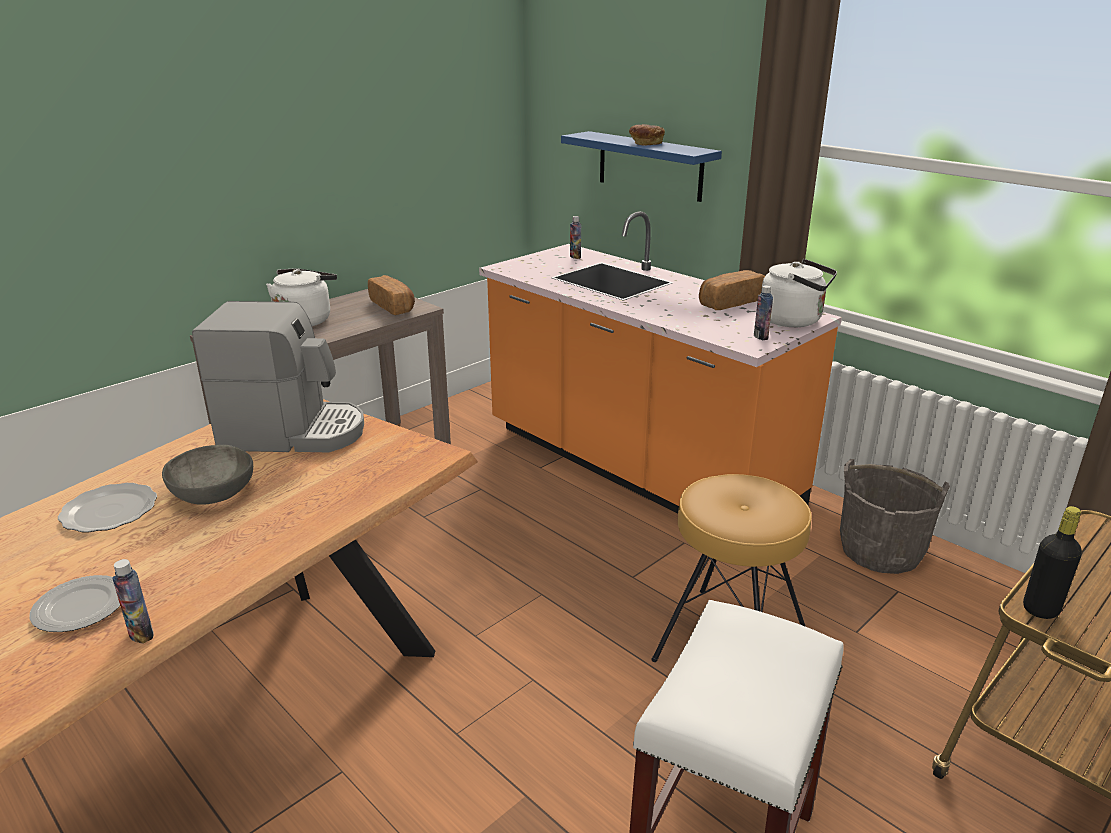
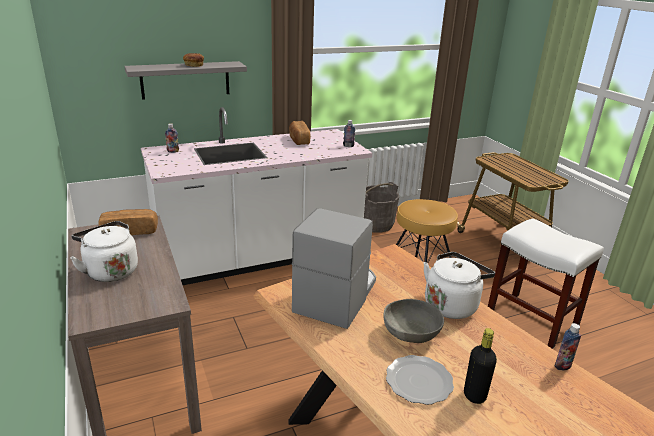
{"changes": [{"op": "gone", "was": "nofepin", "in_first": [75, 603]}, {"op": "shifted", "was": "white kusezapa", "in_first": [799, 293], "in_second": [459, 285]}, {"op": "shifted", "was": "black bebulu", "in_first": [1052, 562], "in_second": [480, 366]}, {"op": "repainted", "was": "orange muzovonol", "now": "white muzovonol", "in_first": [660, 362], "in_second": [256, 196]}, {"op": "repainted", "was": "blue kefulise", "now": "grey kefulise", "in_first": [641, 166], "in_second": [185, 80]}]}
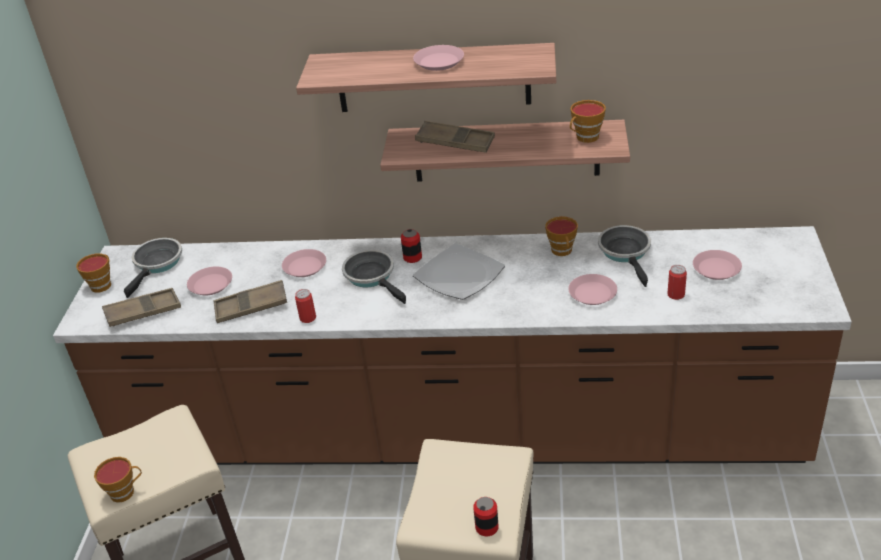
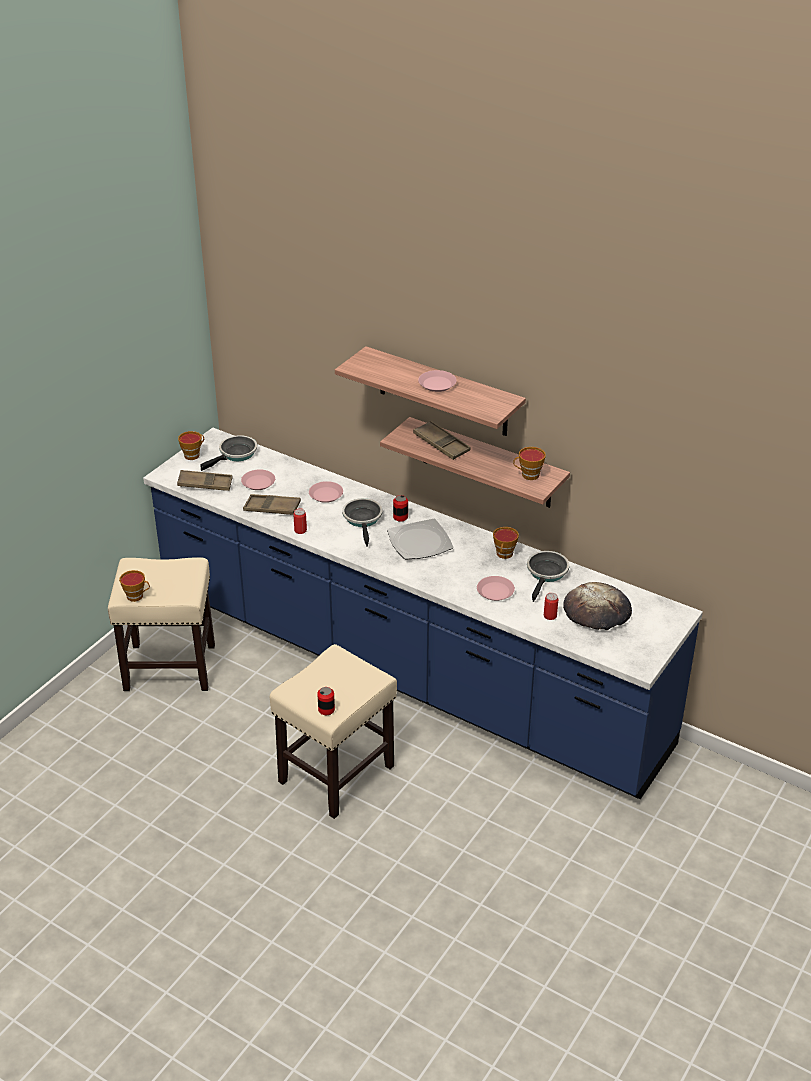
{"changes": [{"op": "swapped", "was": "pink nofepin", "now": "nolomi", "in_first": [717, 265], "in_second": [597, 606]}, {"op": "repainted", "was": "brown muzovonol", "now": "blue muzovonol", "in_first": [452, 345], "in_second": [423, 613]}]}
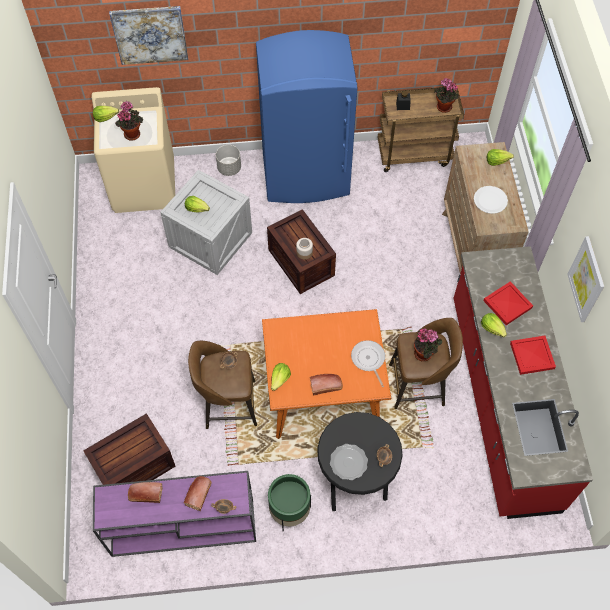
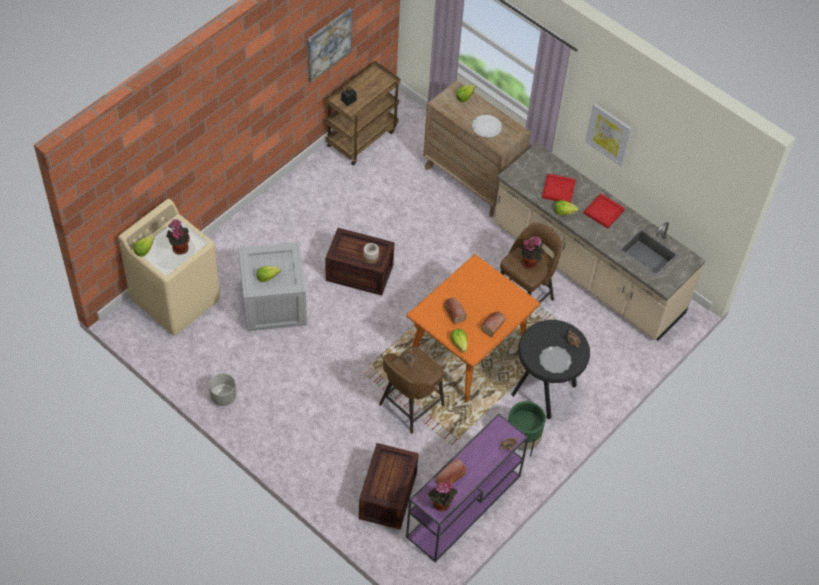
{"changes": [{"op": "gone", "was": "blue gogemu", "in_first": [307, 116]}, {"op": "gone", "was": "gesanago", "in_first": [368, 363]}, {"op": "shifted", "was": "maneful", "in_first": [148, 35], "in_second": [329, 45]}, {"op": "shifted", "was": "nolomi", "in_first": [198, 493], "in_second": [455, 311]}, {"op": "shifted", "was": "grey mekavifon", "in_first": [228, 160], "in_second": [223, 389]}, {"op": "shifted", "was": "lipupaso", "in_first": [446, 95], "in_second": [442, 496]}, {"op": "repainted", "was": "red muzovonol", "now": "beige muzovonol", "in_first": [523, 382], "in_second": [600, 241]}]}
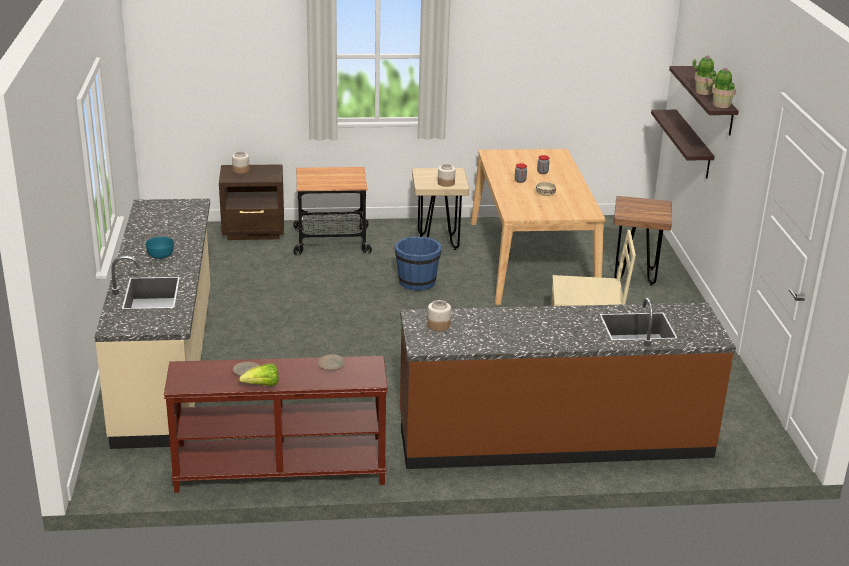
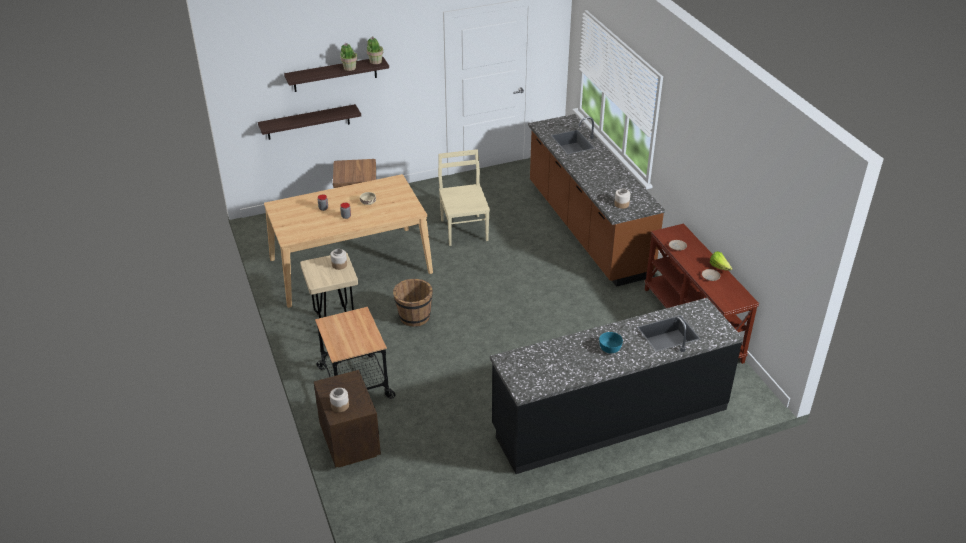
{"changes": [{"op": "repainted", "was": "beige muzovonol", "now": "black muzovonol", "in_first": [152, 324], "in_second": [617, 386]}, {"op": "repainted", "was": "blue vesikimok", "now": "brown vesikimok", "in_first": [418, 264], "in_second": [413, 303]}]}
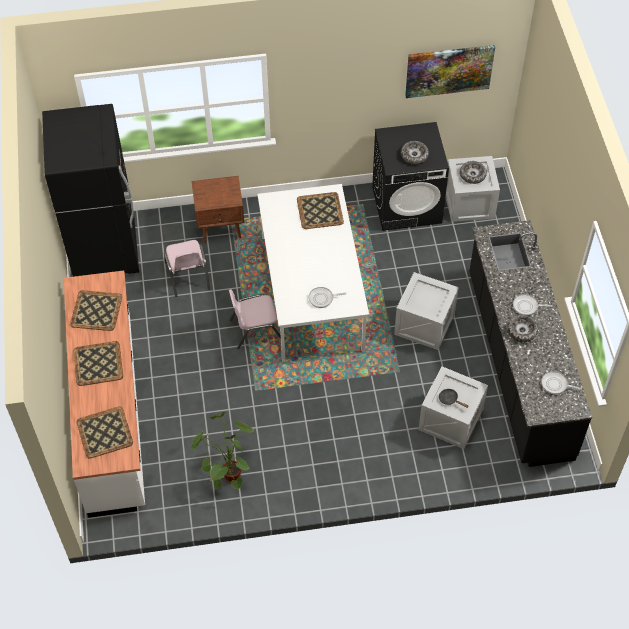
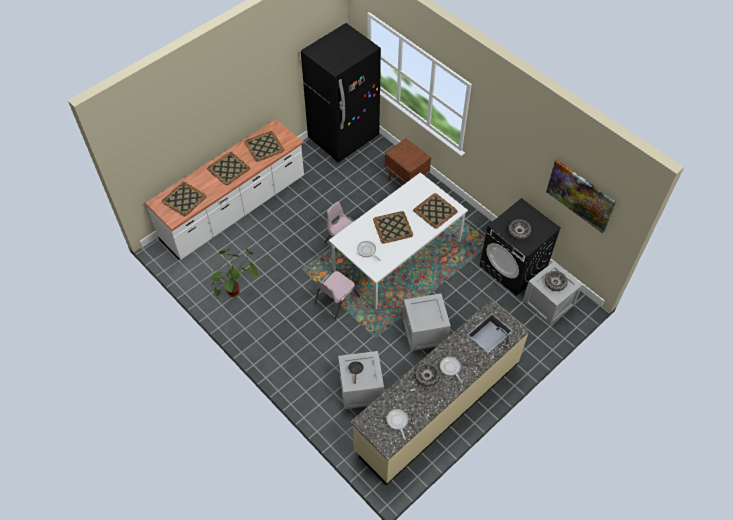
{"changes": [{"op": "new", "now": "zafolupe", "in_second": [393, 227]}, {"op": "shifted", "was": "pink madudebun", "in_first": [187, 268], "in_second": [337, 295]}, {"op": "repainted", "was": "black muzovonol", "now": "beige muzovonol", "in_first": [530, 343], "in_second": [439, 392]}]}
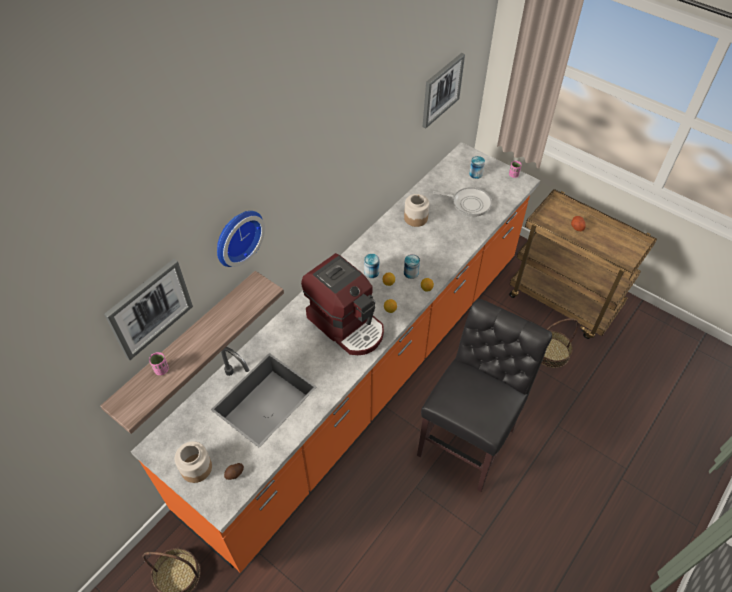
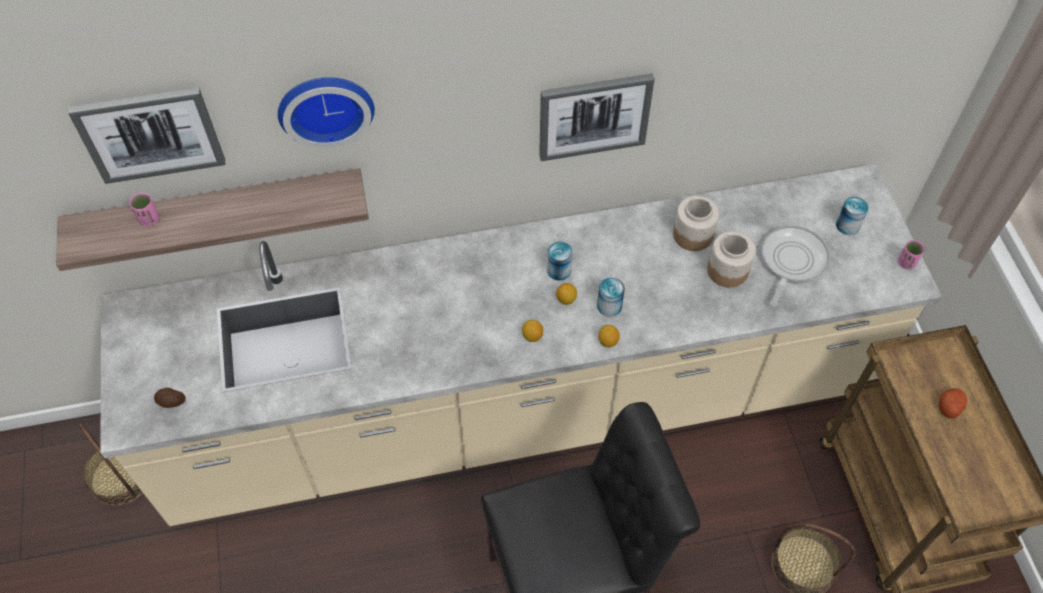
{"changes": [{"op": "gone", "was": "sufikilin", "in_first": [342, 304]}, {"op": "shifted", "was": "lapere", "in_first": [193, 462], "in_second": [731, 259]}, {"op": "shifted", "was": "maneful", "in_first": [444, 90], "in_second": [597, 117]}, {"op": "repainted", "was": "orange muzovonol", "now": "beige muzovonol", "in_first": [335, 357], "in_second": [521, 345]}, {"op": "rotated", "was": "gesanago", "in_first": [462, 202], "in_second": [795, 266], "clockwise": -120}]}
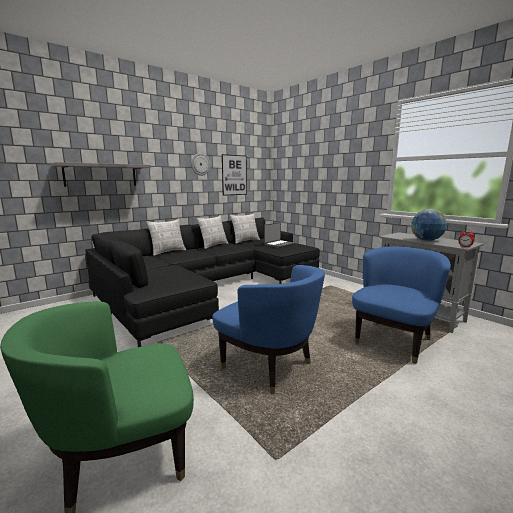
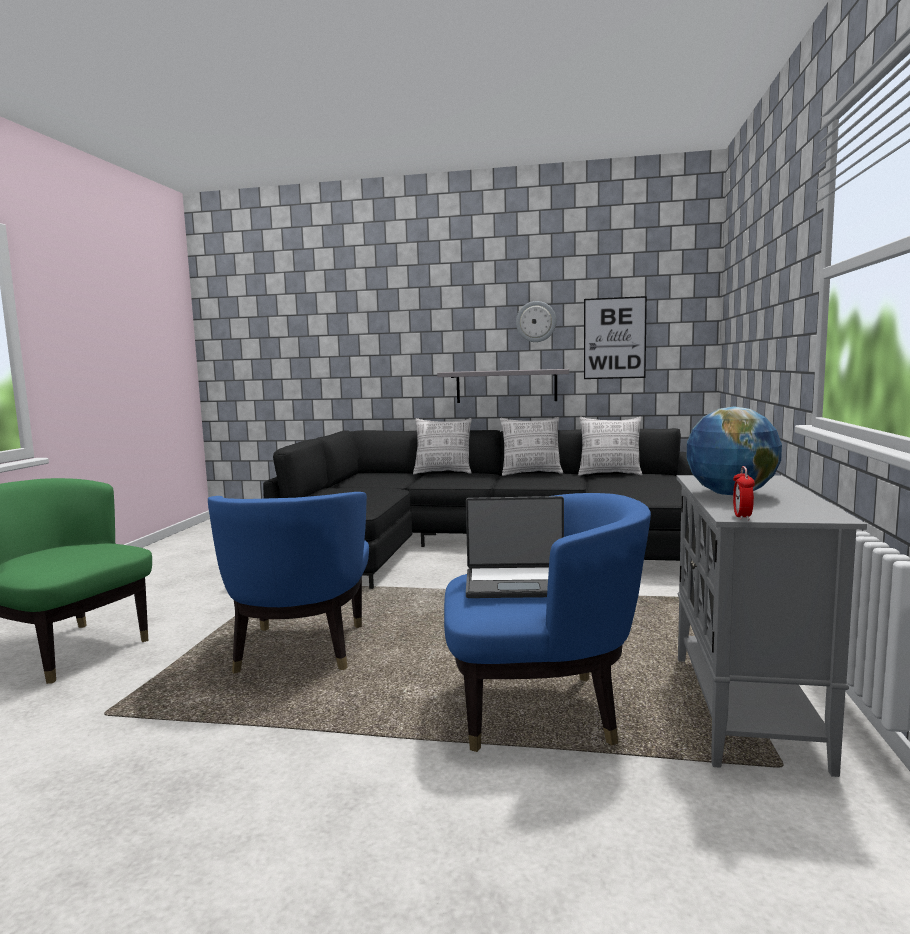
{"changes": [{"op": "shifted", "was": "grey kefulise", "in_first": [101, 174], "in_second": [503, 386]}, {"op": "shifted", "was": "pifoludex", "in_first": [279, 235], "in_second": [515, 547]}]}
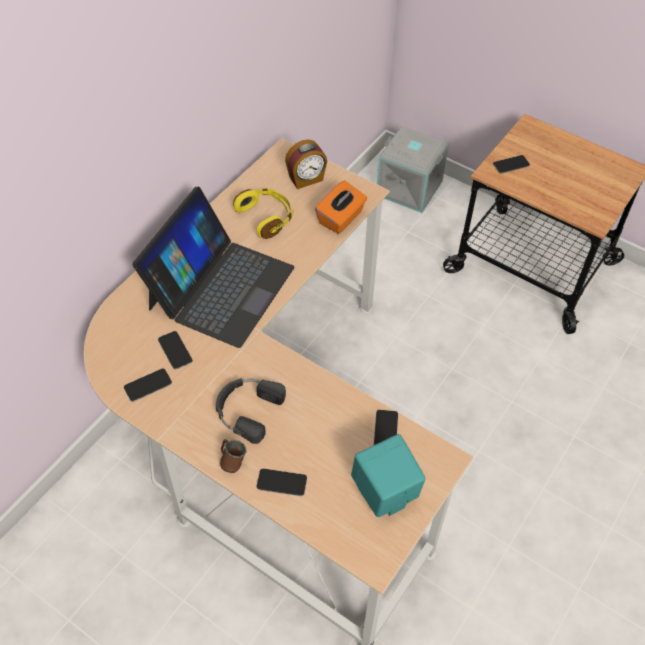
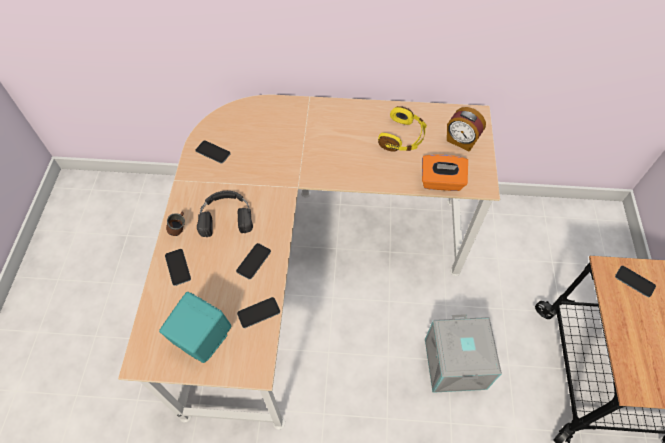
{"changes": [{"op": "gone", "was": "pifoludex", "in_first": [213, 267]}, {"op": "shifted", "was": "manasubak", "in_first": [175, 350], "in_second": [253, 261]}, {"op": "shifted", "was": "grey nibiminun", "in_first": [413, 169], "in_second": [463, 353]}]}
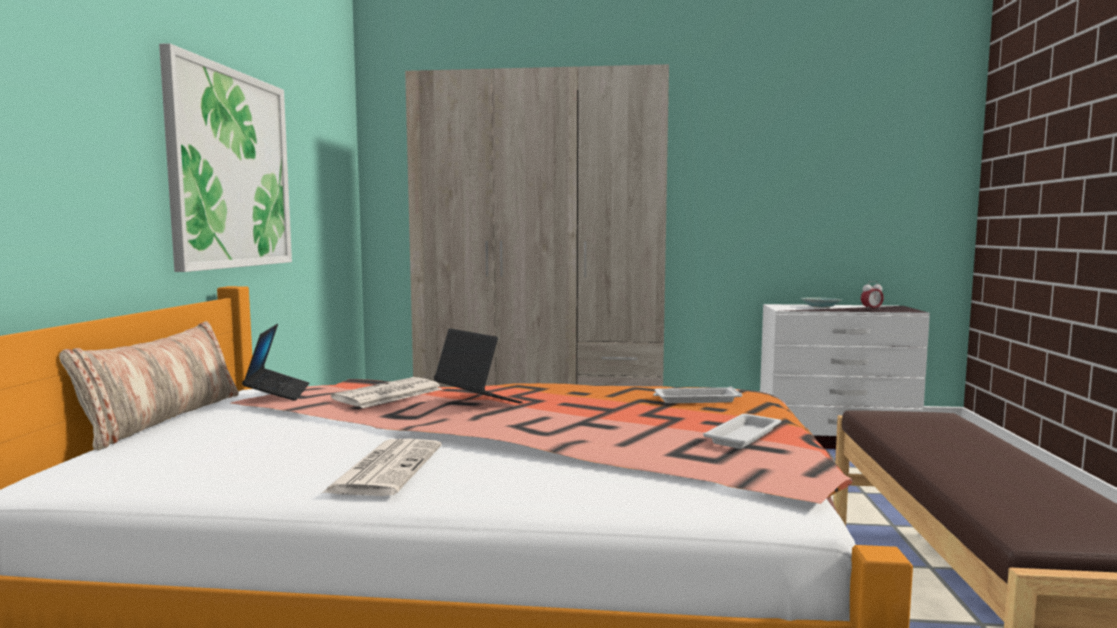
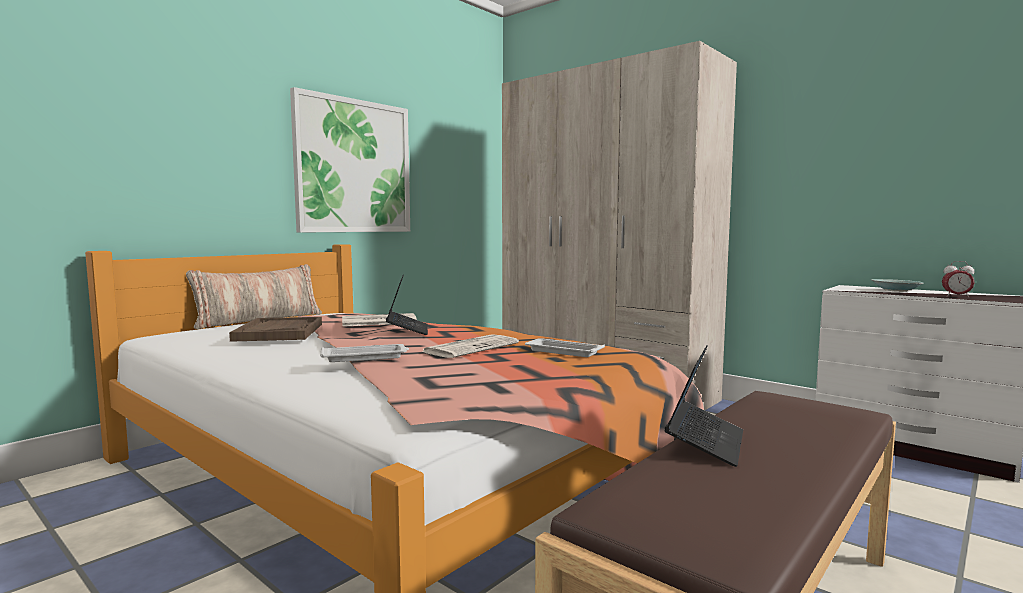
{"changes": [{"op": "new", "now": "brown zafolupe", "in_second": [275, 329]}, {"op": "shifted", "was": "pifoludex", "in_first": [275, 362], "in_second": [703, 406]}, {"op": "shifted", "was": "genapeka", "in_first": [382, 467], "in_second": [470, 346]}, {"op": "shifted", "was": "white zafolupe", "in_first": [742, 431], "in_second": [364, 353]}]}
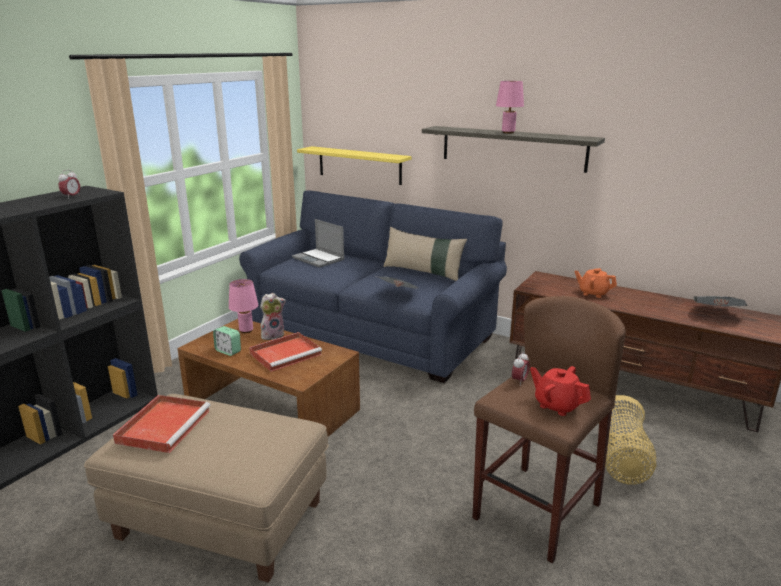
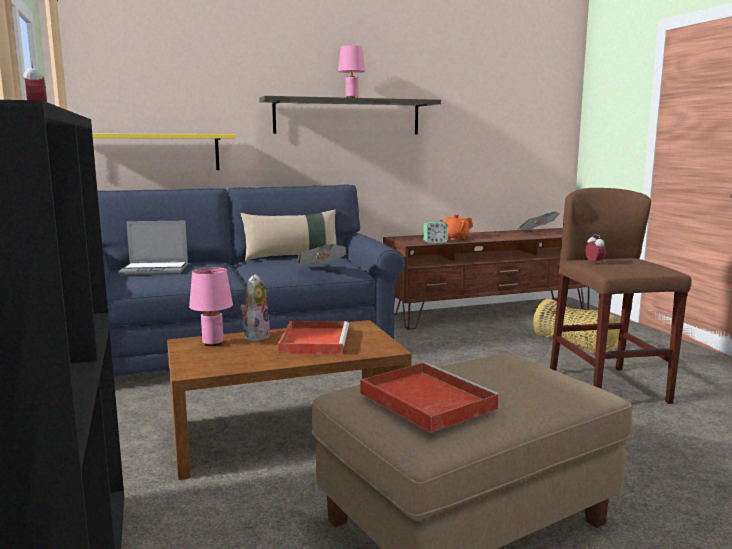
{"changes": [{"op": "gone", "was": "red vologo", "in_first": [560, 391]}, {"op": "shifted", "was": "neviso", "in_first": [227, 341], "in_second": [435, 232]}]}
